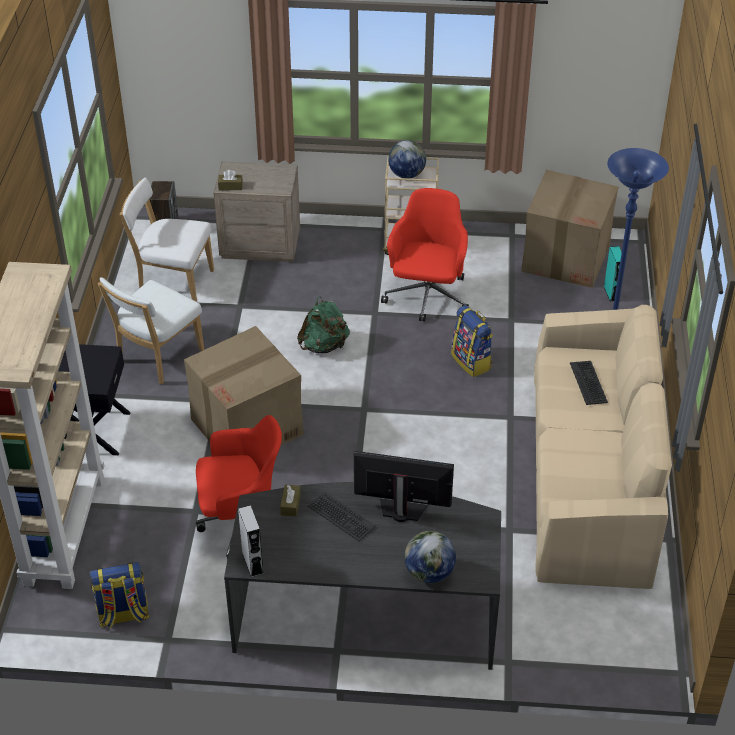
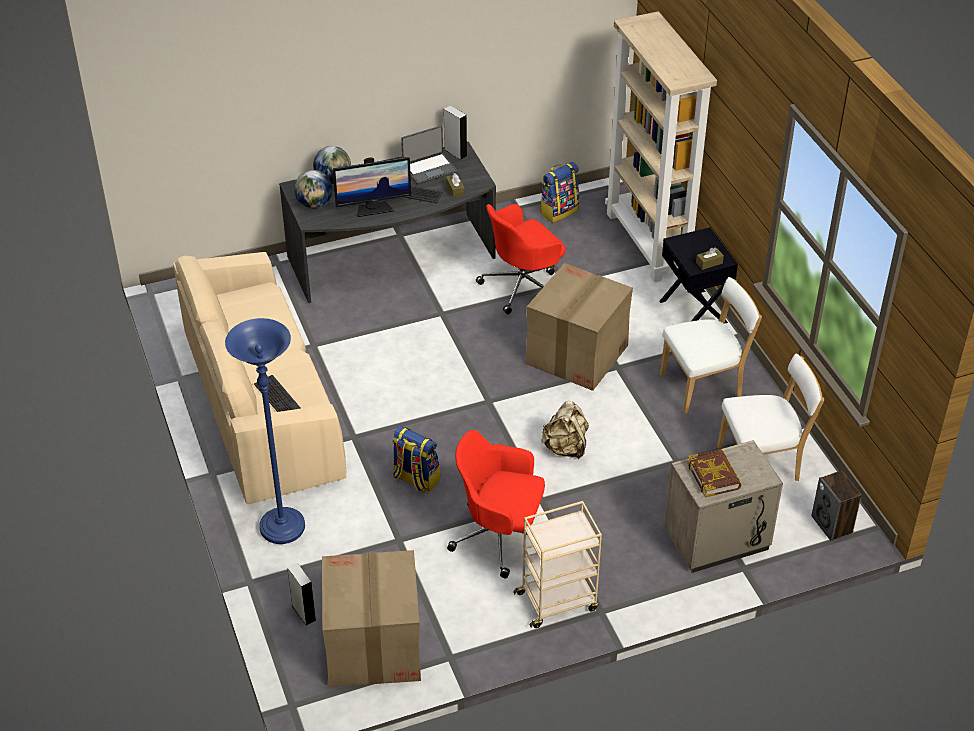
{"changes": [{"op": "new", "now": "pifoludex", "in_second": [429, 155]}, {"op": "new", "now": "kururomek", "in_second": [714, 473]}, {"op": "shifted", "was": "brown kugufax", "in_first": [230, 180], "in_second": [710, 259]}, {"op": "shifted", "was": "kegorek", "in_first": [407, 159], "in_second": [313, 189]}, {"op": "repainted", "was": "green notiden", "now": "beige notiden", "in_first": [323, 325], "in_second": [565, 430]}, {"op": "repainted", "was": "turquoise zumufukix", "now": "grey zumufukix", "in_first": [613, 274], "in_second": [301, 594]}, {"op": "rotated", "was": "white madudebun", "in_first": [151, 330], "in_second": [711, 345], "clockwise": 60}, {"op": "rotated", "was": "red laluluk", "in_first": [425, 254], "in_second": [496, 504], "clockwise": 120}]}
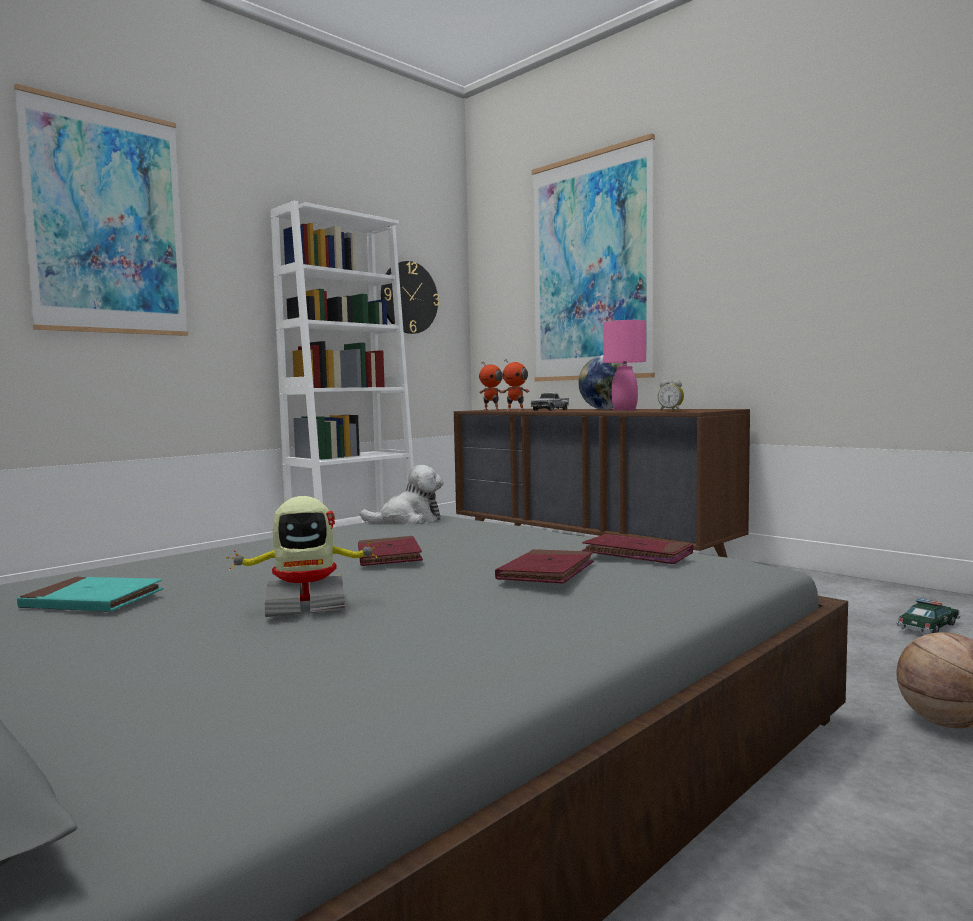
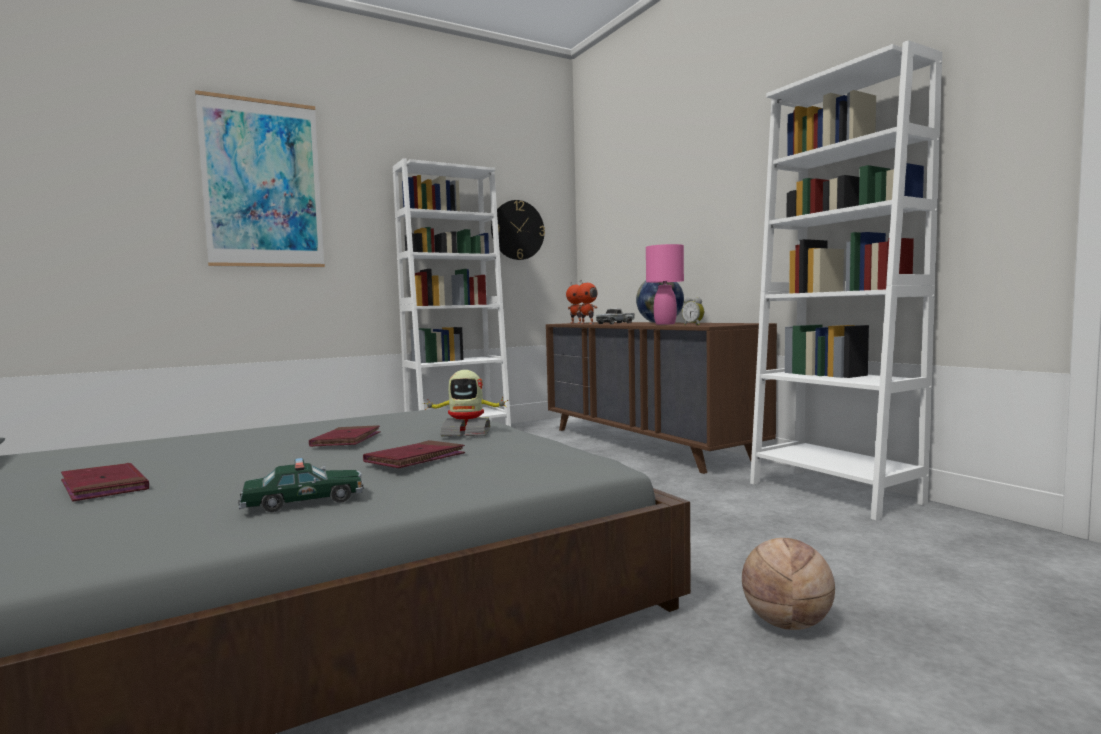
{"changes": [{"op": "gone", "was": "turquoise kururomek", "in_first": [90, 594]}, {"op": "gone", "was": "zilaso", "in_first": [402, 494]}, {"op": "gone", "was": "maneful", "in_first": [593, 257]}, {"op": "new", "now": "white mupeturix", "in_second": [846, 280]}, {"op": "shifted", "was": "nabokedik", "in_first": [302, 556], "in_second": [465, 403]}, {"op": "shifted", "was": "red kururomek", "in_first": [637, 549], "in_second": [105, 482]}, {"op": "shifted", "was": "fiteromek", "in_first": [928, 616], "in_second": [300, 485]}]}
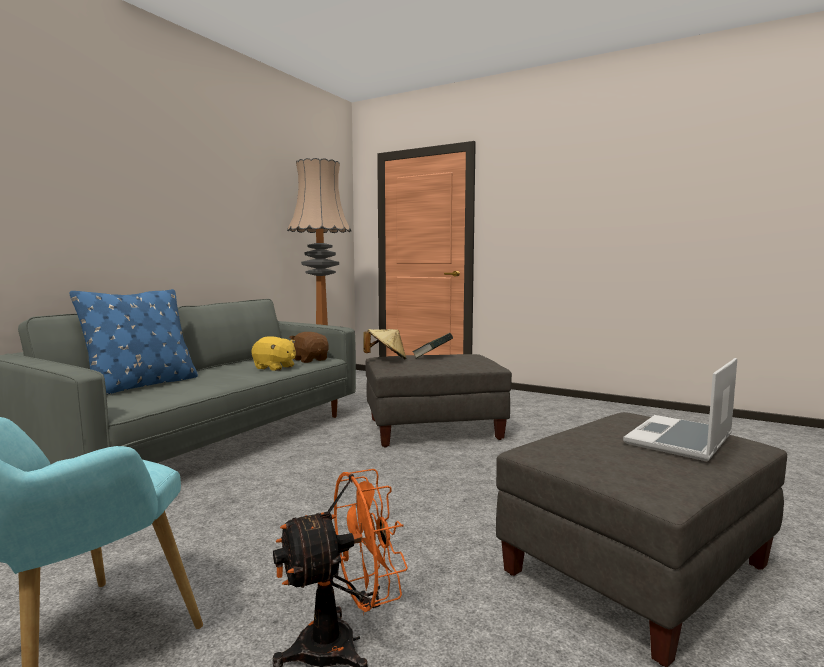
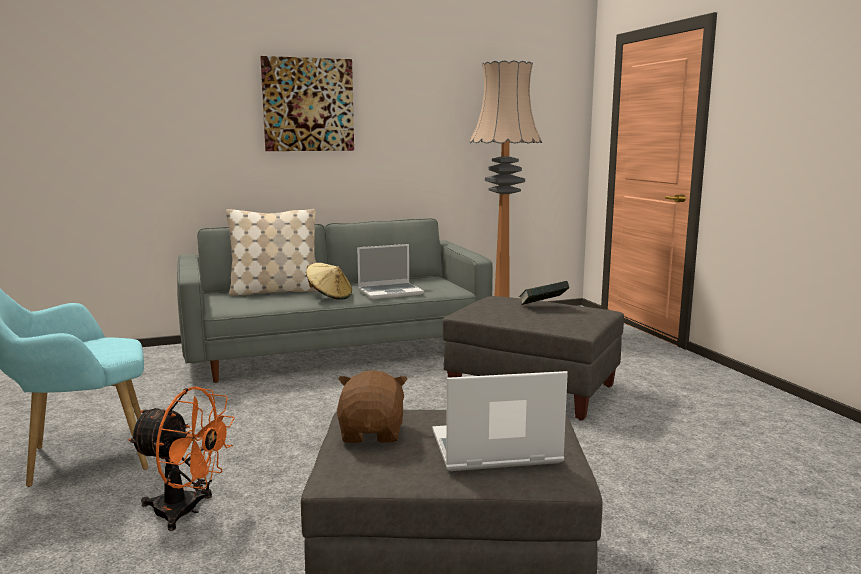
{"changes": [{"op": "new", "now": "maneful", "in_second": [307, 103]}, {"op": "shifted", "was": "brown zilaso", "in_first": [309, 347], "in_second": [372, 406]}, {"op": "shifted", "was": "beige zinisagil", "in_first": [384, 344], "in_second": [329, 281]}, {"op": "swapped", "was": "yellow zilaso", "now": "pifoludex", "in_first": [273, 353], "in_second": [390, 271]}, {"op": "repainted", "was": "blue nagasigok", "now": "beige nagasigok", "in_first": [133, 342], "in_second": [271, 252]}]}
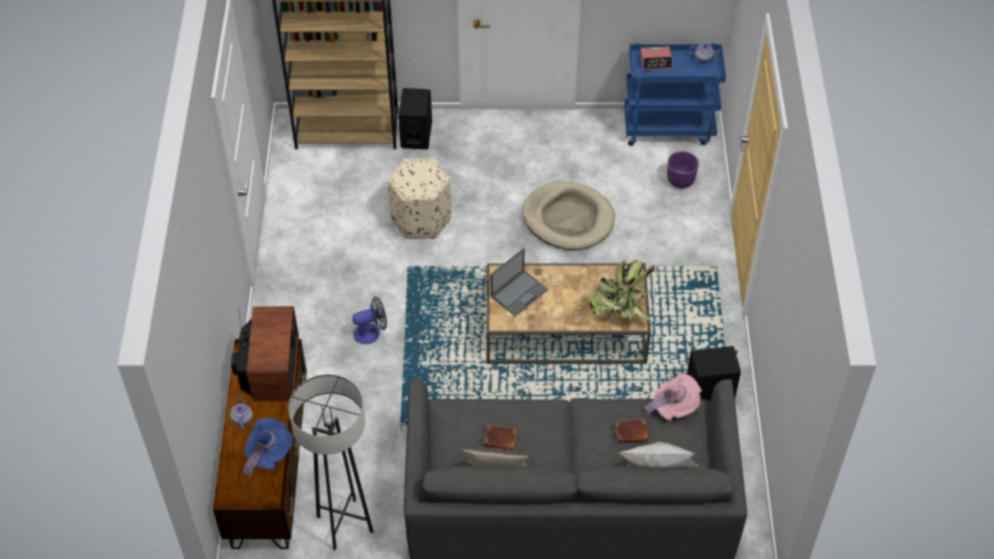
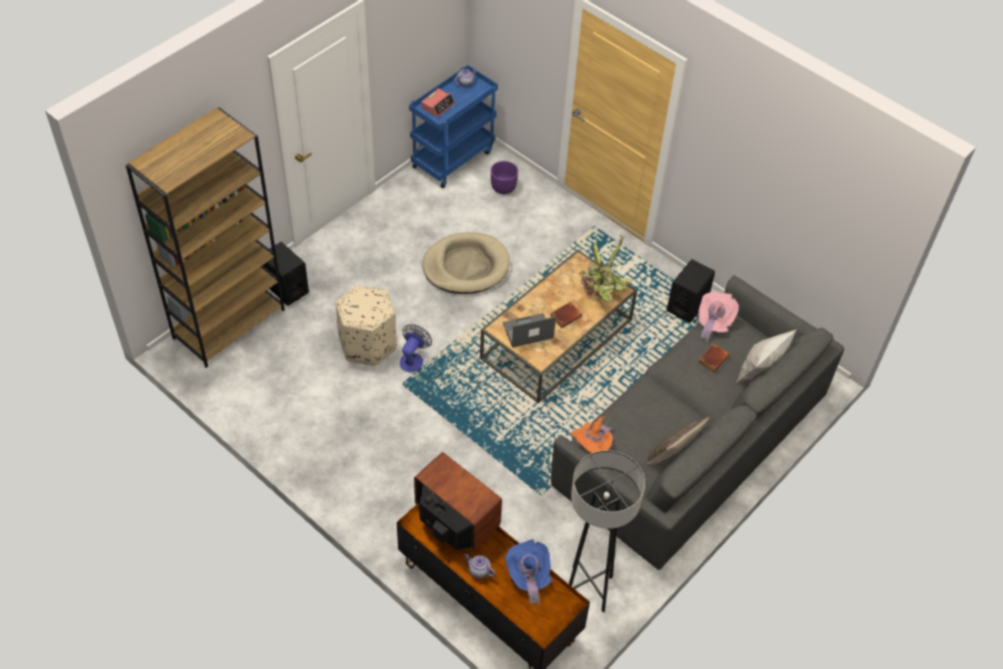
{"changes": [{"op": "new", "now": "orange zinisagil", "in_second": [591, 434]}, {"op": "shifted", "was": "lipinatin", "in_first": [369, 320], "in_second": [416, 348]}, {"op": "shifted", "was": "brown kururomek", "in_first": [500, 438], "in_second": [566, 315]}, {"op": "rotated", "was": "pifoludex", "in_first": [519, 282], "in_second": [529, 330], "clockwise": -105}]}
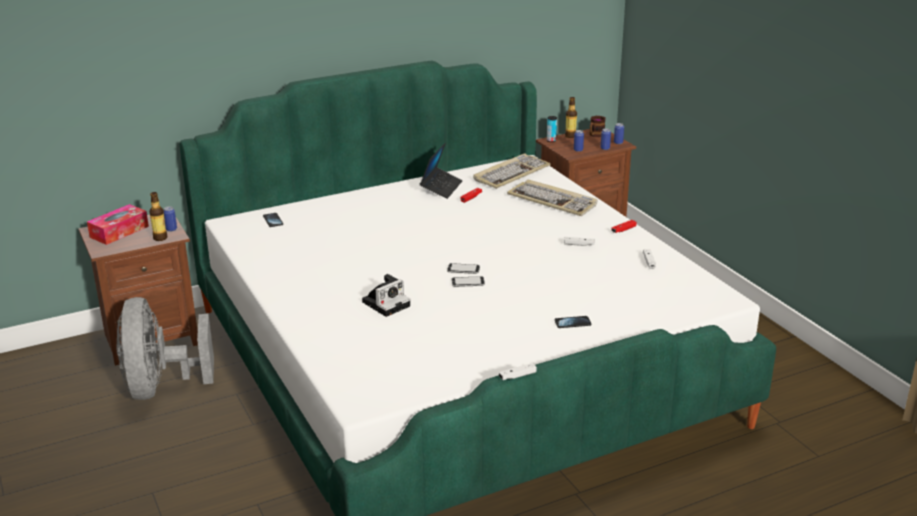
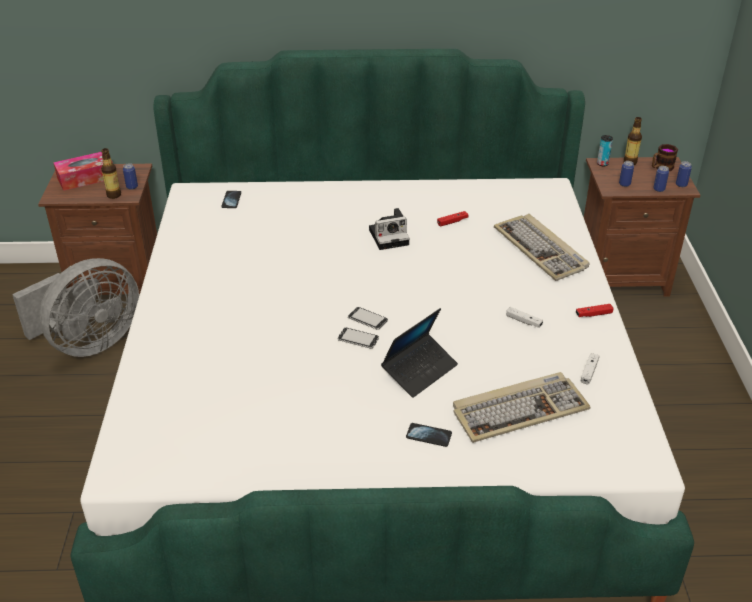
{"changes": [{"op": "gone", "was": "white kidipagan", "in_first": [518, 371]}, {"op": "shifted", "was": "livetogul", "in_first": [386, 295], "in_second": [389, 229]}, {"op": "shifted", "was": "pifoludex", "in_first": [441, 170], "in_second": [419, 353]}, {"op": "shifted", "was": "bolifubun", "in_first": [512, 171], "in_second": [522, 407]}, {"op": "rotated", "was": "grey lipinatin", "in_first": [165, 348], "in_second": [75, 307], "clockwise": -150}]}
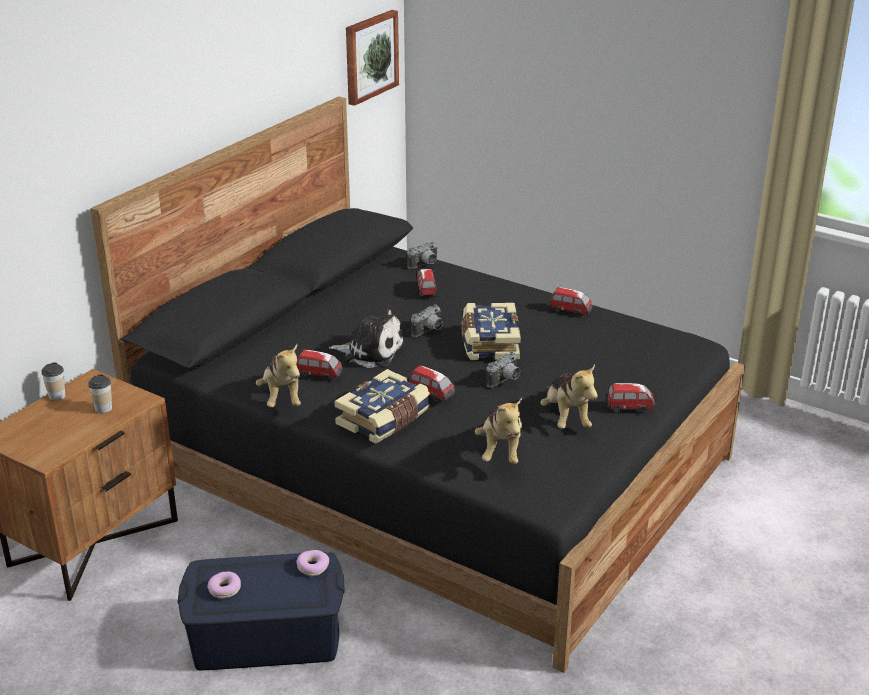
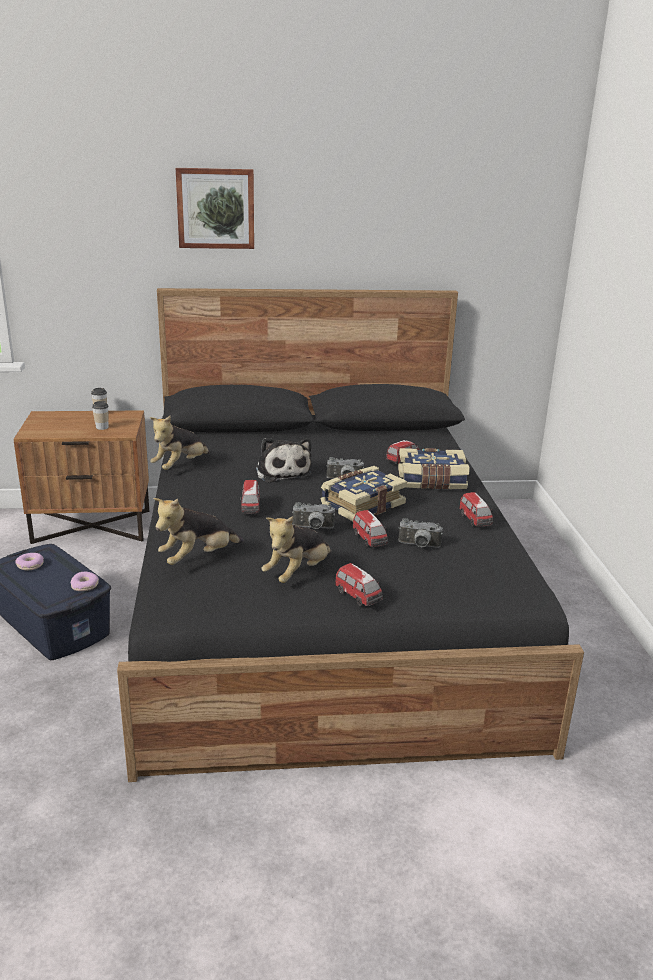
{"changes": [{"op": "shifted", "was": "fiteromek", "in_first": [319, 365], "in_second": [370, 528]}, {"op": "shifted", "was": "kururomek", "in_first": [382, 406], "in_second": [433, 468]}, {"op": "shifted", "was": "maneful", "in_first": [372, 58], "in_second": [215, 208]}, {"op": "shifted", "was": "livetogul", "in_first": [422, 255], "in_second": [421, 533]}]}
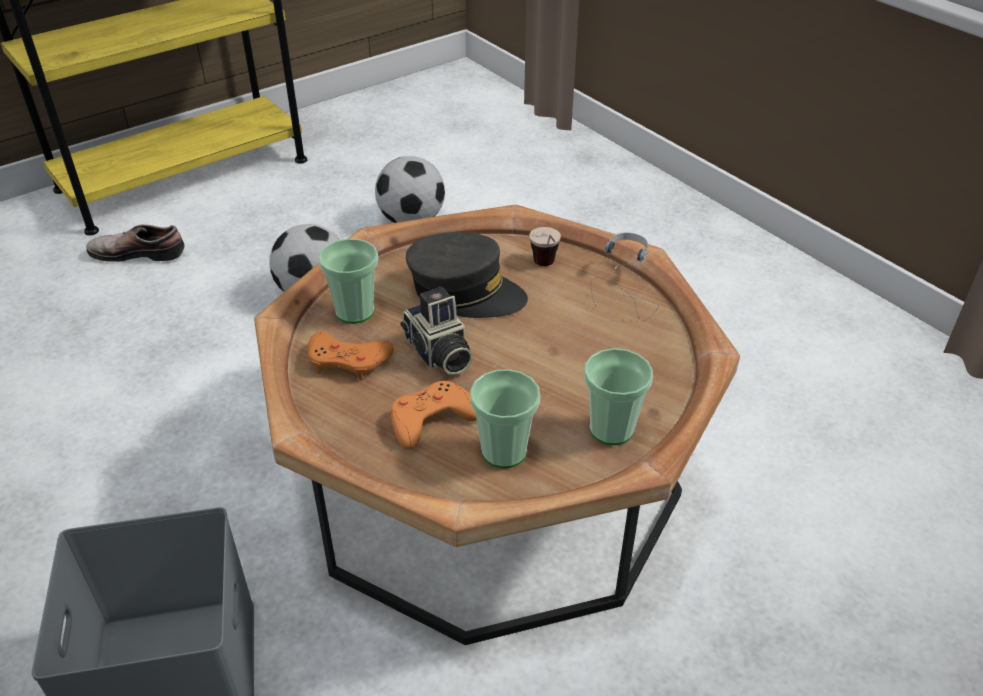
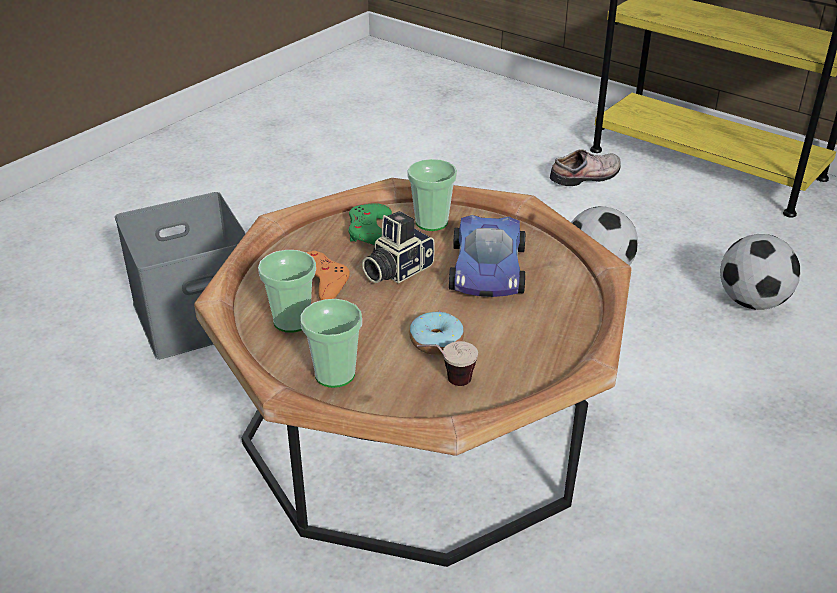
{"changes": [{"op": "gone", "was": "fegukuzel", "in_first": [625, 276]}, {"op": "new", "now": "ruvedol", "in_second": [436, 333]}, {"op": "shifted", "was": "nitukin", "in_first": [545, 246], "in_second": [447, 363]}, {"op": "swapped", "was": "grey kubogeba", "now": "fiteromek", "in_first": [467, 275], "in_second": [487, 256]}, {"op": "repainted", "was": "orange kidipagan", "now": "green kidipagan", "in_first": [351, 356], "in_second": [370, 224]}, {"op": "rotated", "was": "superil", "in_first": [135, 243], "in_second": [585, 168], "clockwise": 75}]}
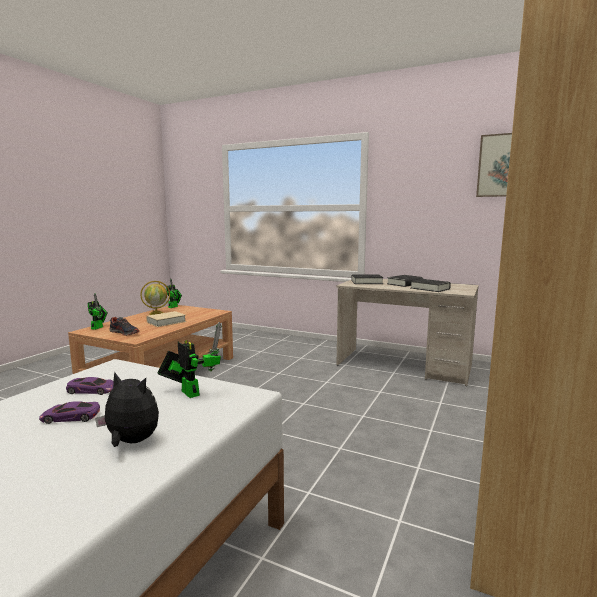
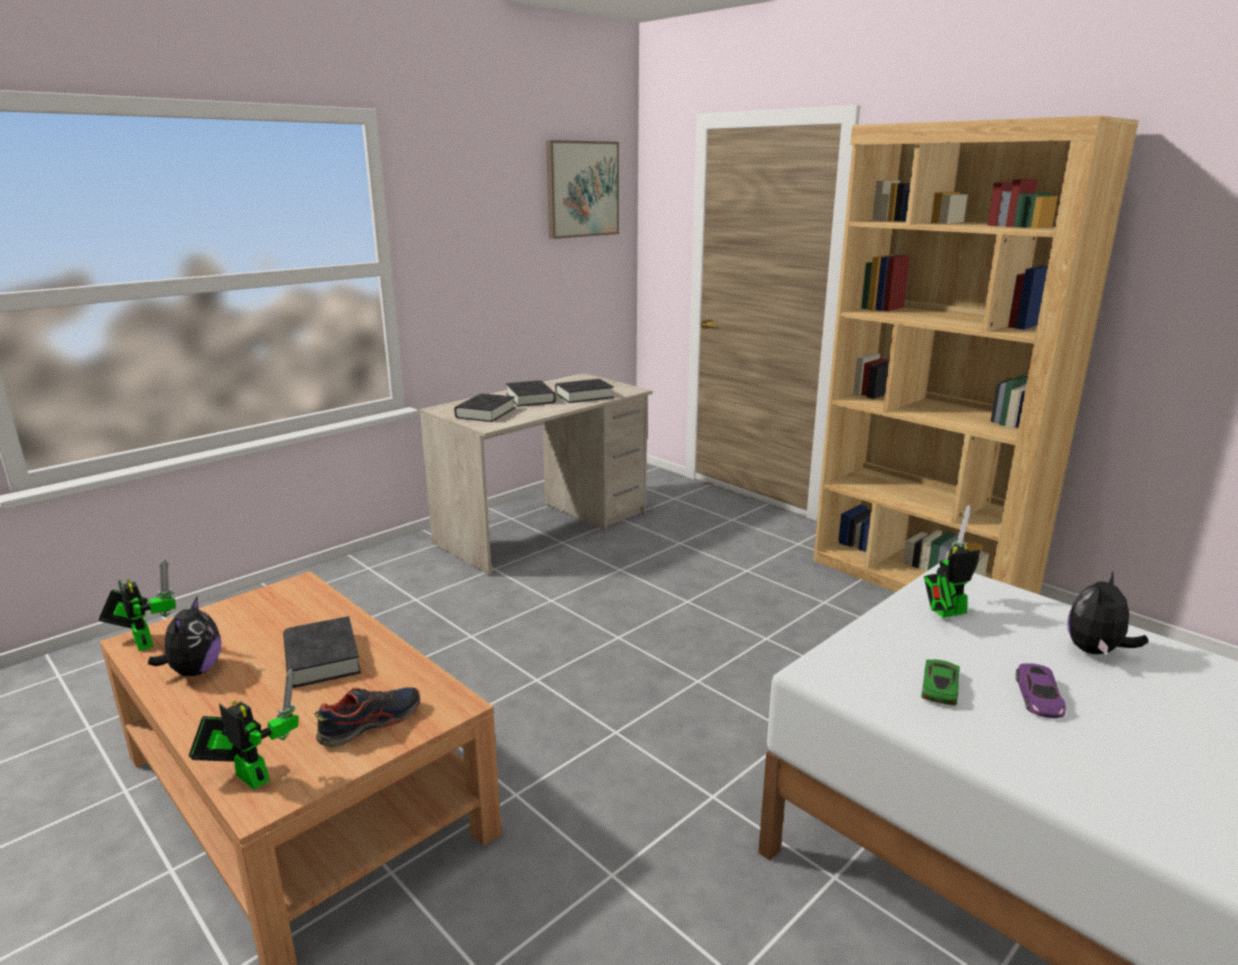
{"changes": [{"op": "swapped", "was": "kegorek", "now": "zilaso", "in_first": [155, 298], "in_second": [184, 636]}, {"op": "repainted", "was": "purple fiteromek", "now": "green fiteromek", "in_first": [90, 386], "in_second": [940, 683]}, {"op": "repainted", "was": "beige kururomek", "now": "black kururomek", "in_first": [166, 319], "in_second": [322, 652]}]}
